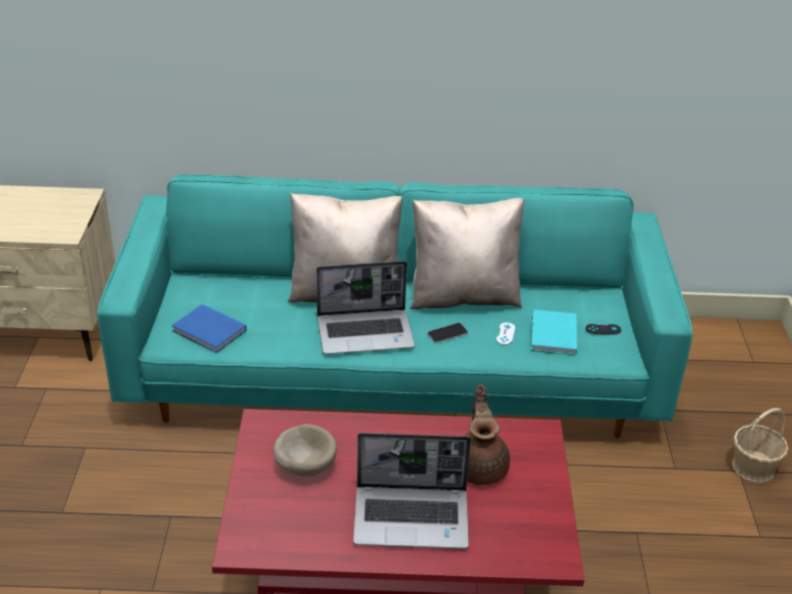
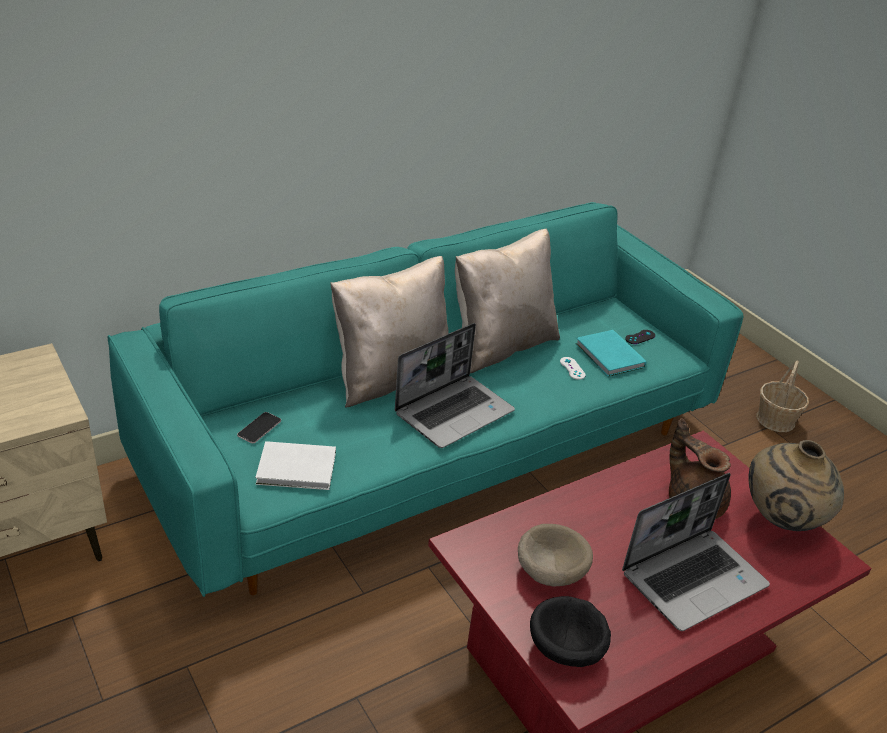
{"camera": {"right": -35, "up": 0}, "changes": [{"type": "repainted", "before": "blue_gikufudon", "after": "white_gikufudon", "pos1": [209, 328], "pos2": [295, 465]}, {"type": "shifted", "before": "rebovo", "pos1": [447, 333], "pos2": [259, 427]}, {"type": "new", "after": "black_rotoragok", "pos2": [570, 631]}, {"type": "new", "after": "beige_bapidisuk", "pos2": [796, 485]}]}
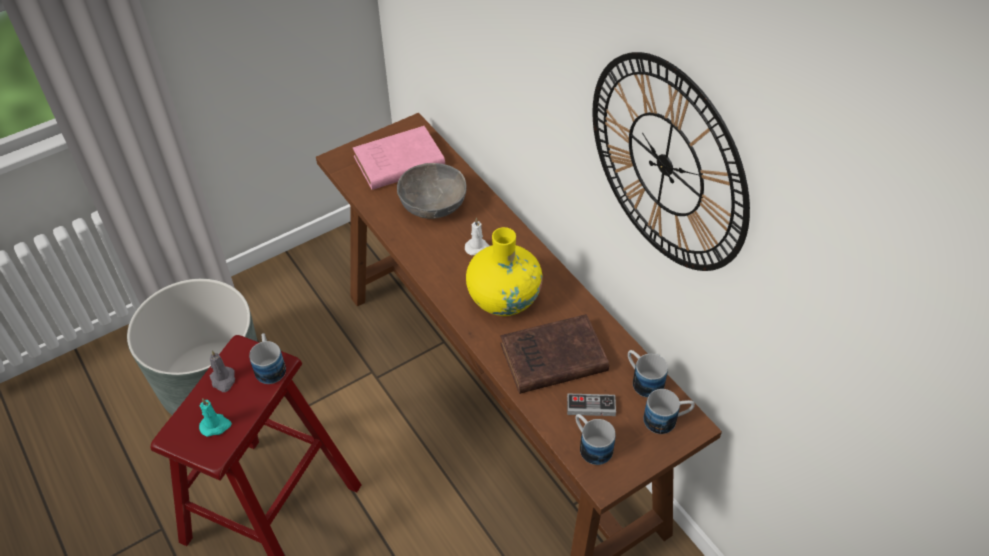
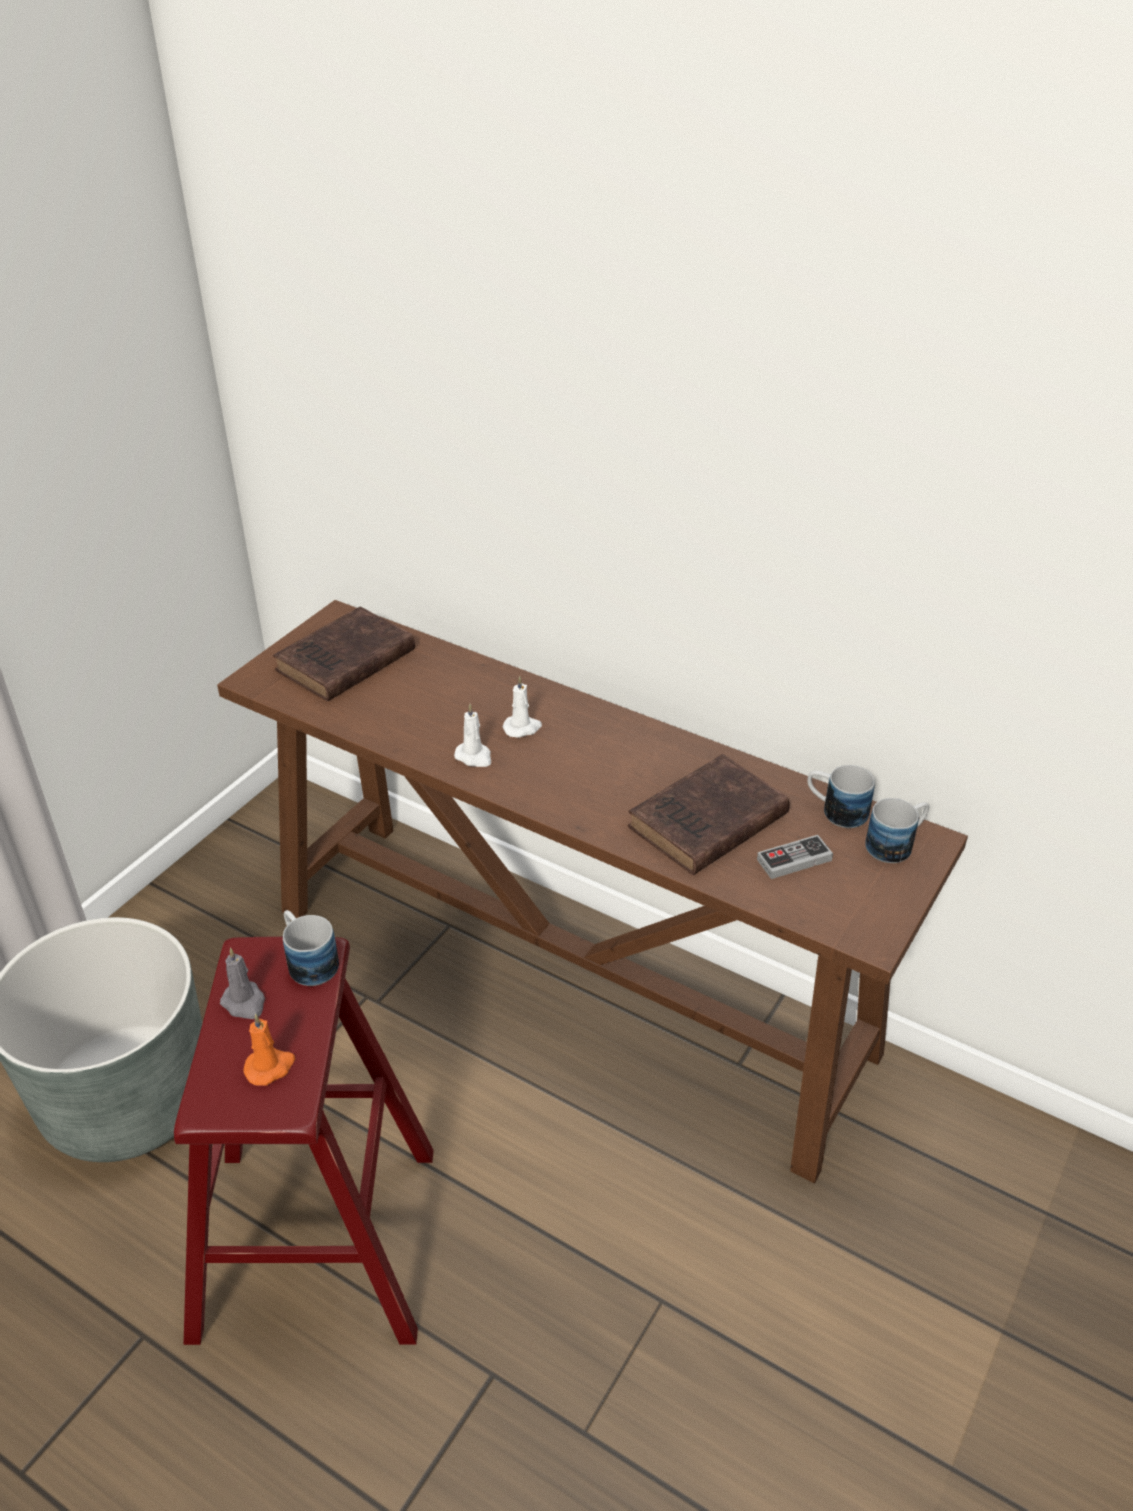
{"camera": {"right": -25, "up": -10}, "changes": [{"type": "repainted", "before": "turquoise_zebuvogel", "after": "orange_zebuvogel", "pos1": [215, 417], "pos2": [269, 1050]}, {"type": "repainted", "before": "pink_gikufudon", "after": "brown_gikufudon", "pos1": [399, 158], "pos2": [344, 654]}, {"type": "gone", "before": "grey_rotoragok", "pos1": [432, 191]}, {"type": "gone", "before": "yellow_bapidisuk", "pos1": [504, 271]}, {"type": "gone", "before": "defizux", "pos1": [596, 439]}, {"type": "gone", "before": "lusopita", "pos1": [671, 161]}, {"type": "new", "after": "white_zebuvogel", "pos2": [472, 735]}]}
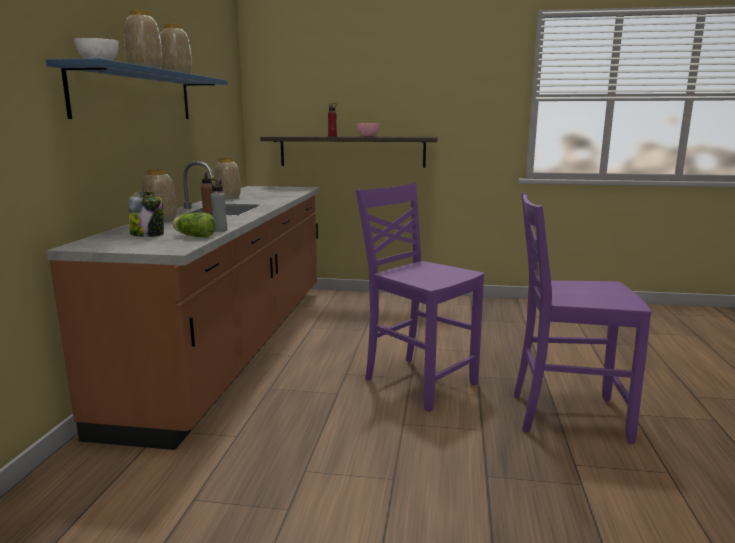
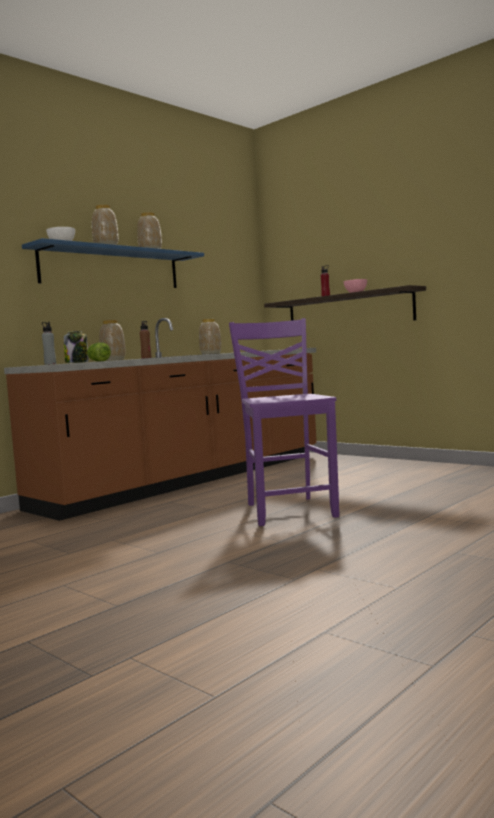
{"camera": {"right": 35, "up": -10}, "changes": [{"type": "shifted", "before": "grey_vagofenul", "pos1": [218, 205], "pos2": [49, 343]}, {"type": "gone", "before": "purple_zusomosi", "pos1": [582, 318]}]}
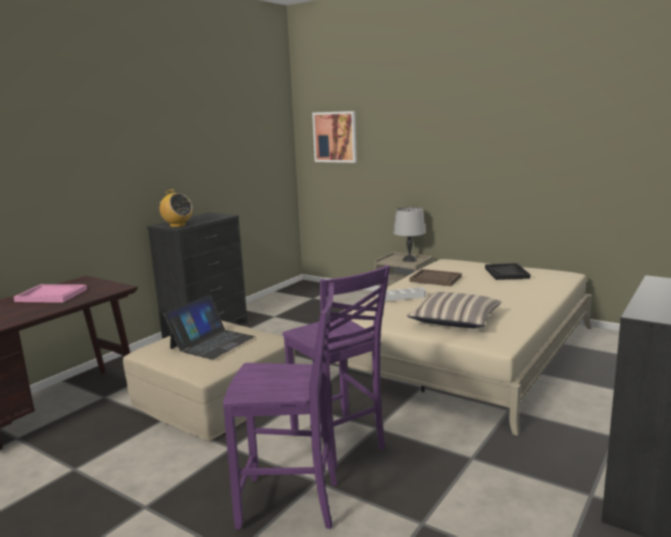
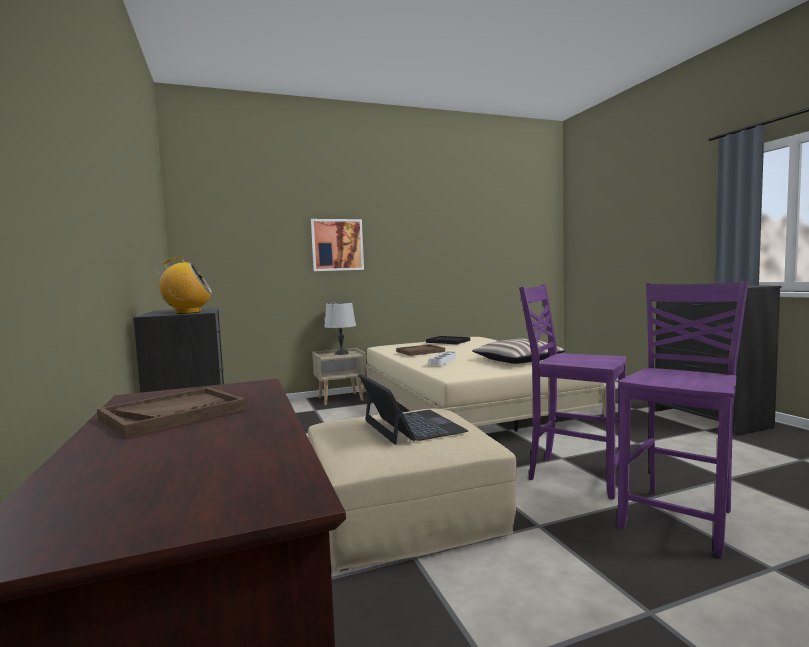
{"camera": {"right": -55, "up": -10}, "changes": [{"type": "repainted", "before": "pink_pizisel", "after": "brown_pizisel", "pos1": [50, 293], "pos2": [172, 412]}, {"type": "rotated", "before": "purple_zusomosi", "pos1": [336, 367], "pos2": [572, 392], "turn": -150}, {"type": "shifted", "before": "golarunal", "pos1": [334, 137], "pos2": [337, 245]}]}
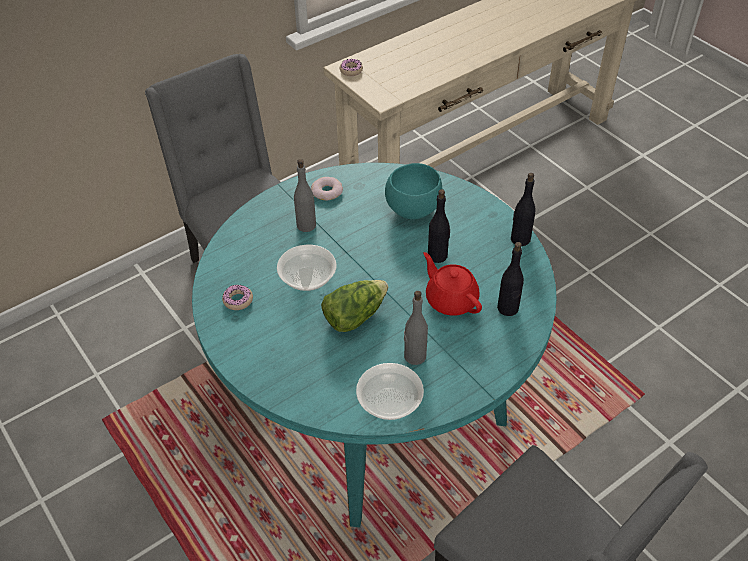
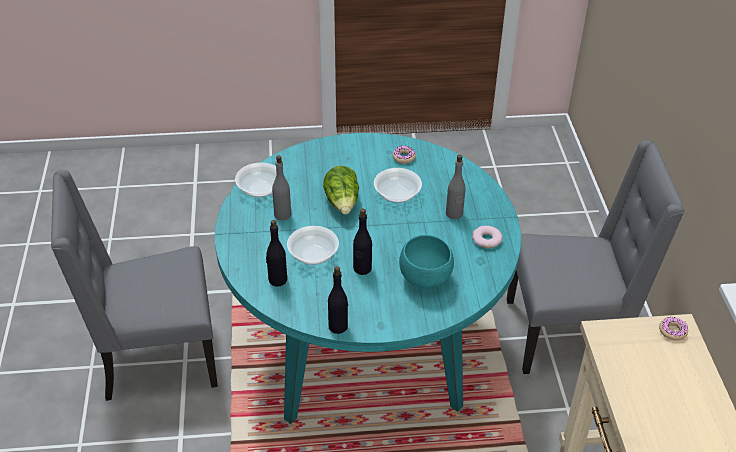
{"camera": {"right": 120, "up": -5}, "changes": [{"type": "swapped", "before": "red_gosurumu", "after": "rotoragok", "pos1": [452, 283], "pos2": [313, 245]}]}
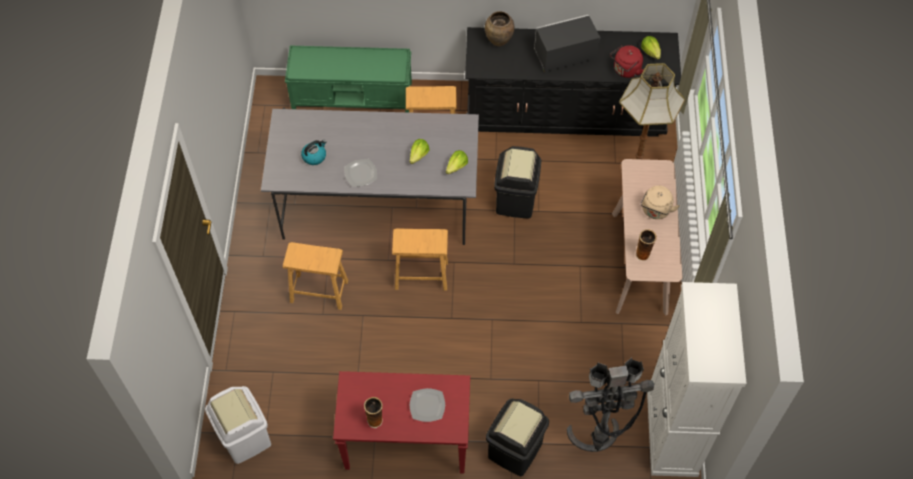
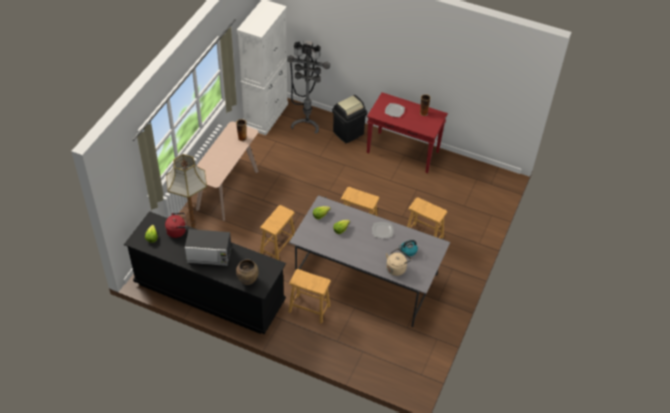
{"camera": {"right": -160, "up": -10}, "changes": [{"type": "gone", "before": "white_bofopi", "pos1": [238, 425]}, {"type": "gone", "before": "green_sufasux", "pos1": [348, 78]}, {"type": "swapped", "before": "black_bofopi", "after": "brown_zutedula", "pos1": [517, 182], "pos2": [277, 232]}, {"type": "shifted", "before": "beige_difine", "pos1": [660, 202], "pos2": [399, 262]}]}
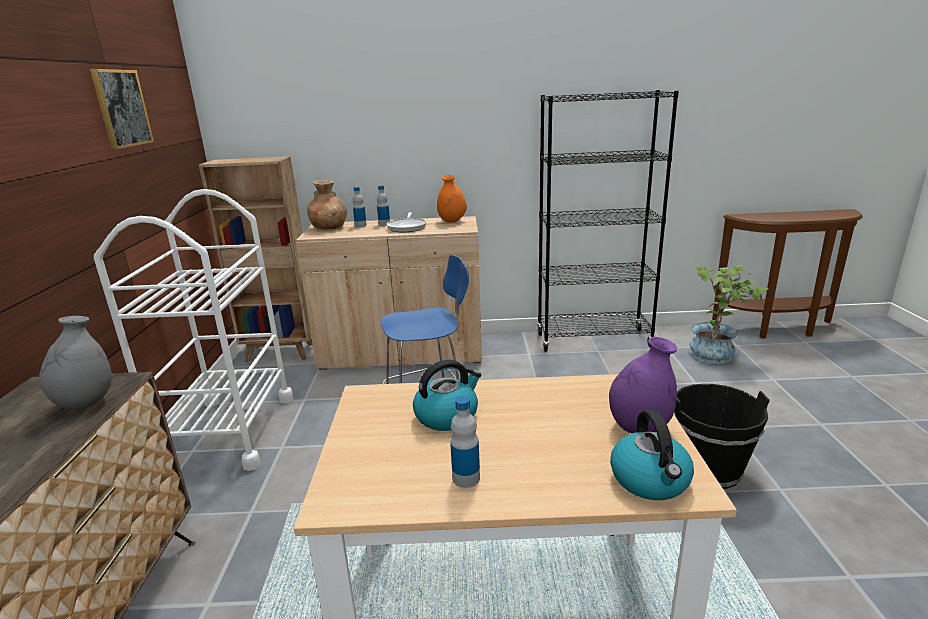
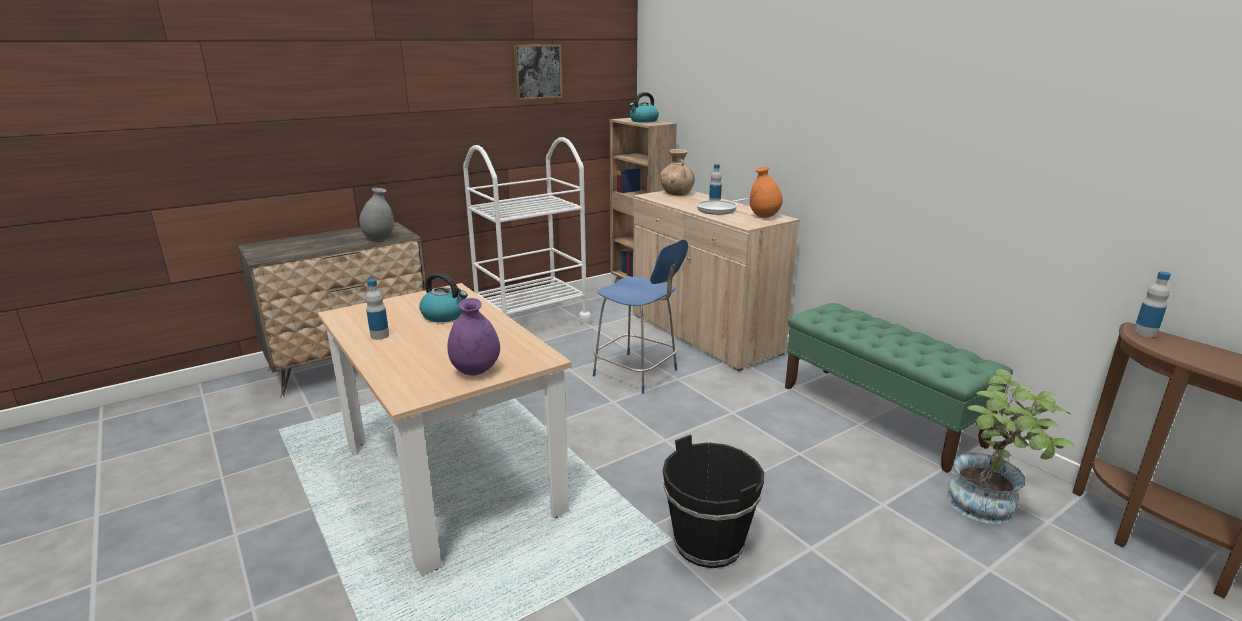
{"camera": {"right": 55, "up": 0}, "changes": [{"type": "shifted", "before": "vagofenul", "pos1": [360, 207], "pos2": [1152, 304]}, {"type": "swapped", "before": "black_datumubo", "after": "green_sufasux", "pos1": [608, 221], "pos2": [899, 388]}, {"type": "shifted", "before": "difine", "pos1": [652, 454], "pos2": [644, 107]}]}
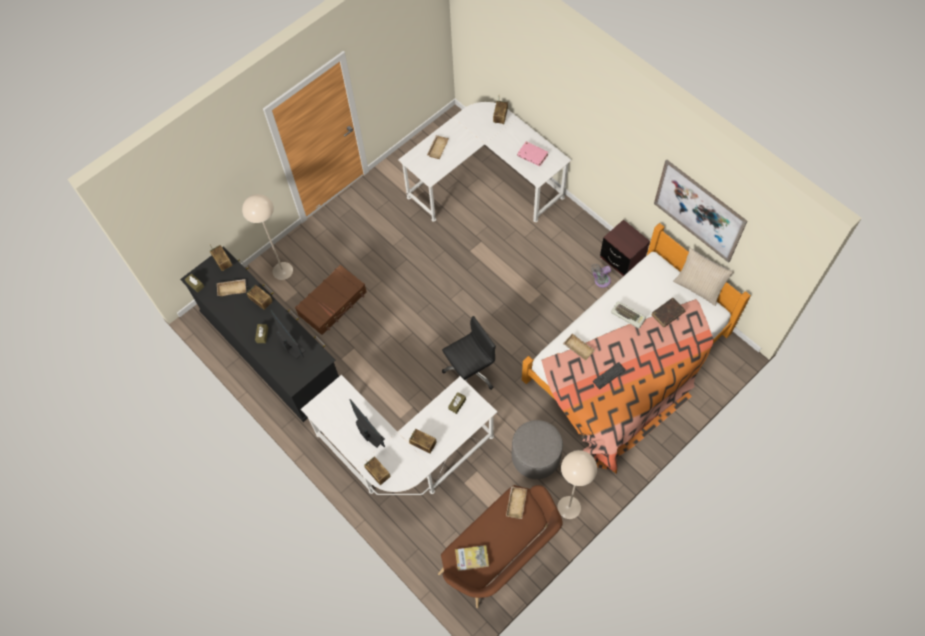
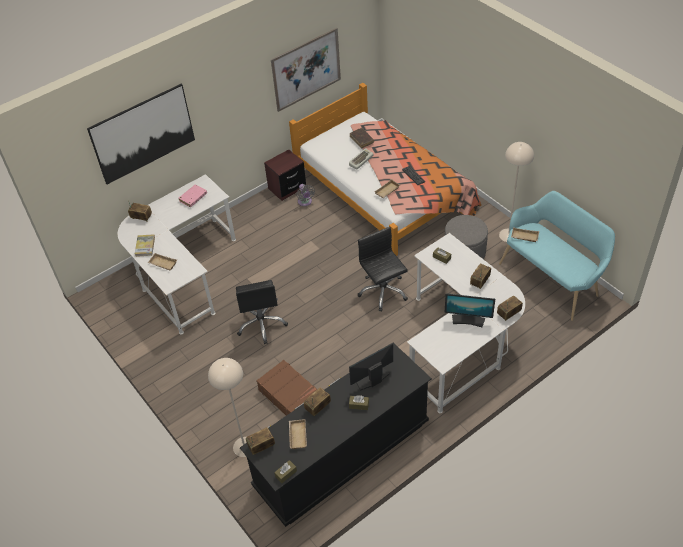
{"camera": {"right": -85, "up": -15}, "changes": [{"type": "rotated", "before": "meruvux", "pos1": [367, 423], "pos2": [469, 310], "turn": -135}, {"type": "repainted", "before": "brown_sufasux", "after": "turquoise_sufasux", "pos1": [500, 546], "pos2": [557, 256]}, {"type": "shifted", "before": "gikufudon", "pos1": [472, 558], "pos2": [145, 245]}, {"type": "gone", "before": "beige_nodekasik", "pos1": [703, 277]}, {"type": "new", "after": "golarunal", "pos2": [141, 134]}, {"type": "new", "after": "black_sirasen", "pos2": [262, 312]}]}
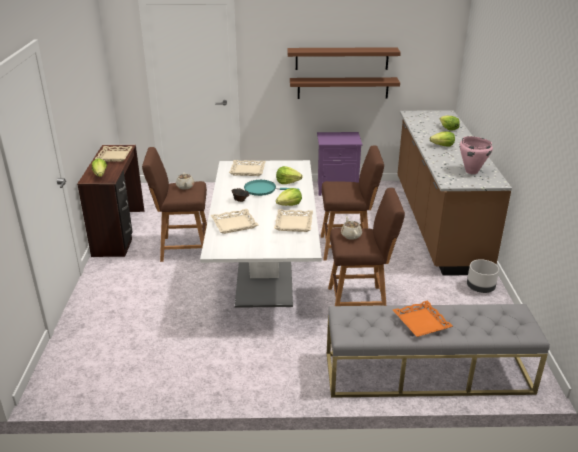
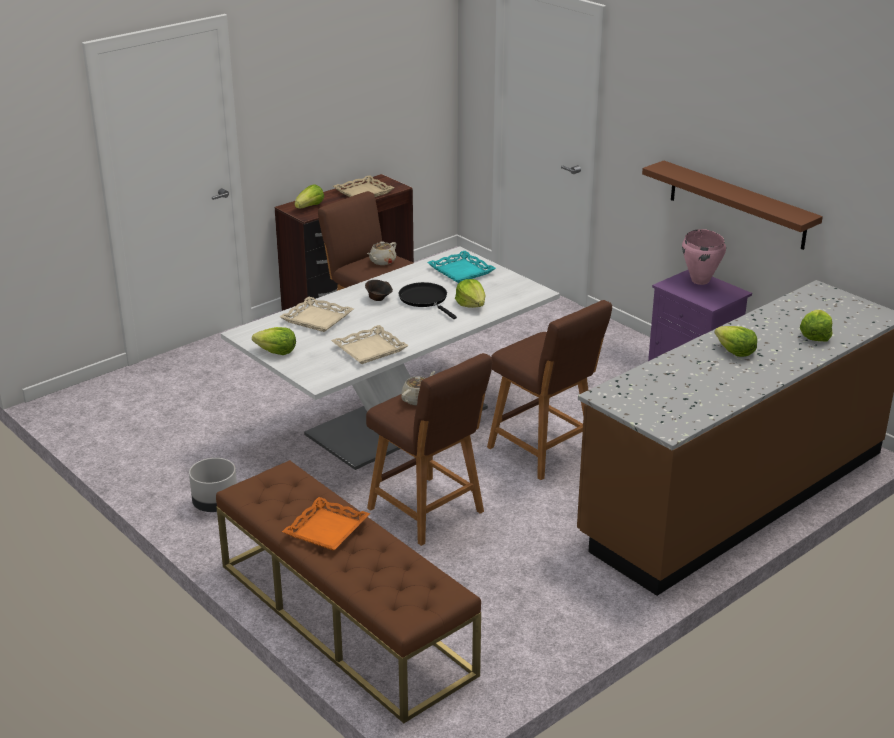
{"camera": {"right": 50, "up": 0}, "changes": [{"type": "repainted", "before": "beige_pizisel", "after": "turquoise_pizisel", "pos1": [247, 168], "pos2": [461, 267]}, {"type": "repainted", "before": "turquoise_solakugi", "after": "black_solakugi", "pos1": [271, 188], "pos2": [427, 300]}, {"type": "shifted", "before": "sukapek", "pos1": [289, 197], "pos2": [274, 341]}, {"type": "gone", "before": "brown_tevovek", "pos1": [344, 58]}, {"type": "repainted", "before": "grey_sufasux", "after": "brown_sufasux", "pos1": [438, 351], "pos2": [348, 591]}, {"type": "shifted", "before": "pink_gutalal", "pos1": [476, 155], "pos2": [704, 257]}, {"type": "shifted", "before": "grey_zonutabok", "pos1": [483, 276], "pos2": [213, 485]}]}
